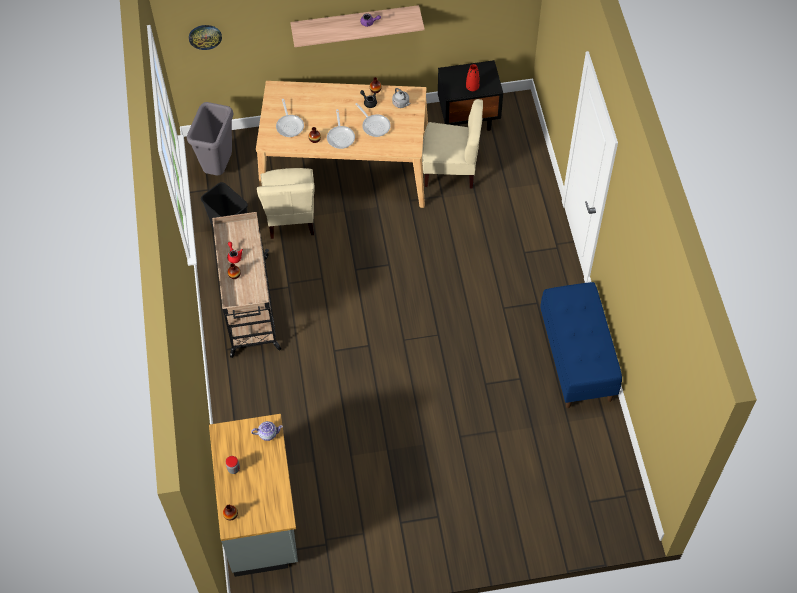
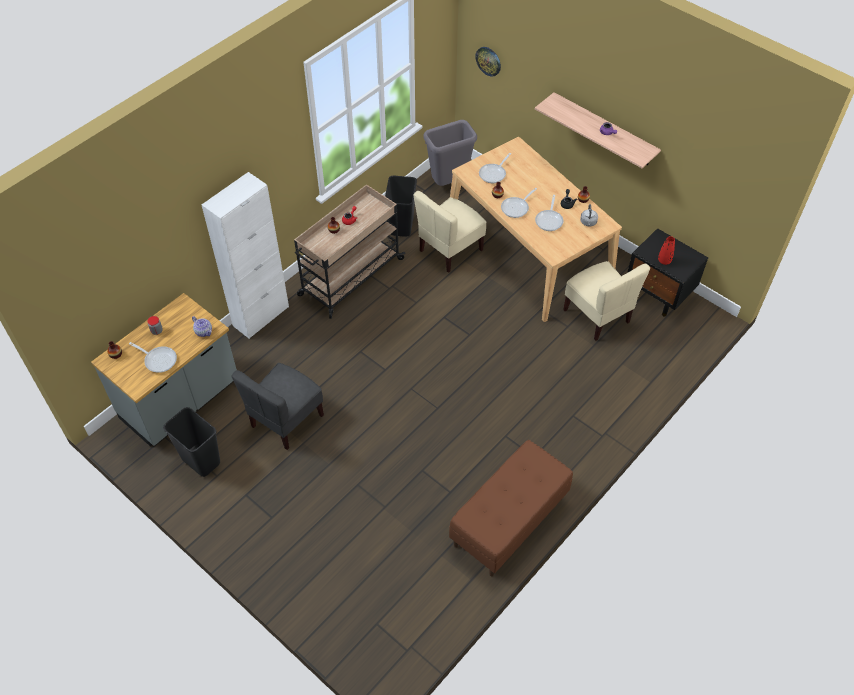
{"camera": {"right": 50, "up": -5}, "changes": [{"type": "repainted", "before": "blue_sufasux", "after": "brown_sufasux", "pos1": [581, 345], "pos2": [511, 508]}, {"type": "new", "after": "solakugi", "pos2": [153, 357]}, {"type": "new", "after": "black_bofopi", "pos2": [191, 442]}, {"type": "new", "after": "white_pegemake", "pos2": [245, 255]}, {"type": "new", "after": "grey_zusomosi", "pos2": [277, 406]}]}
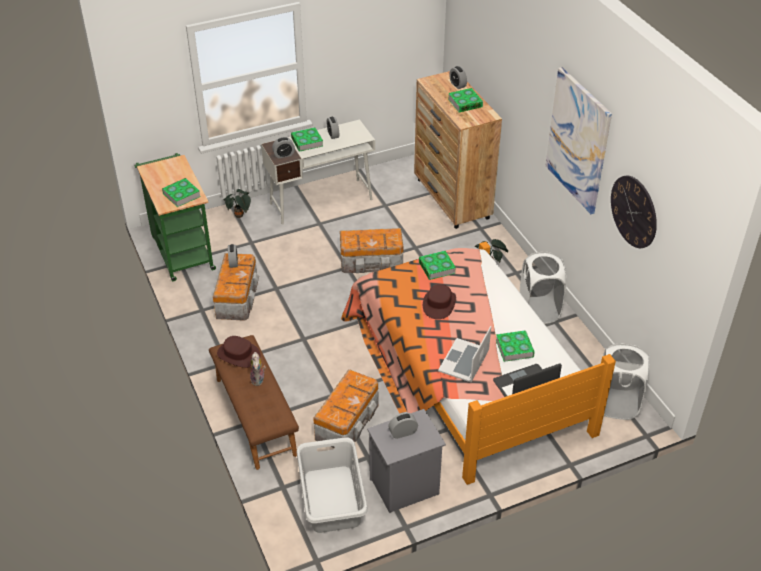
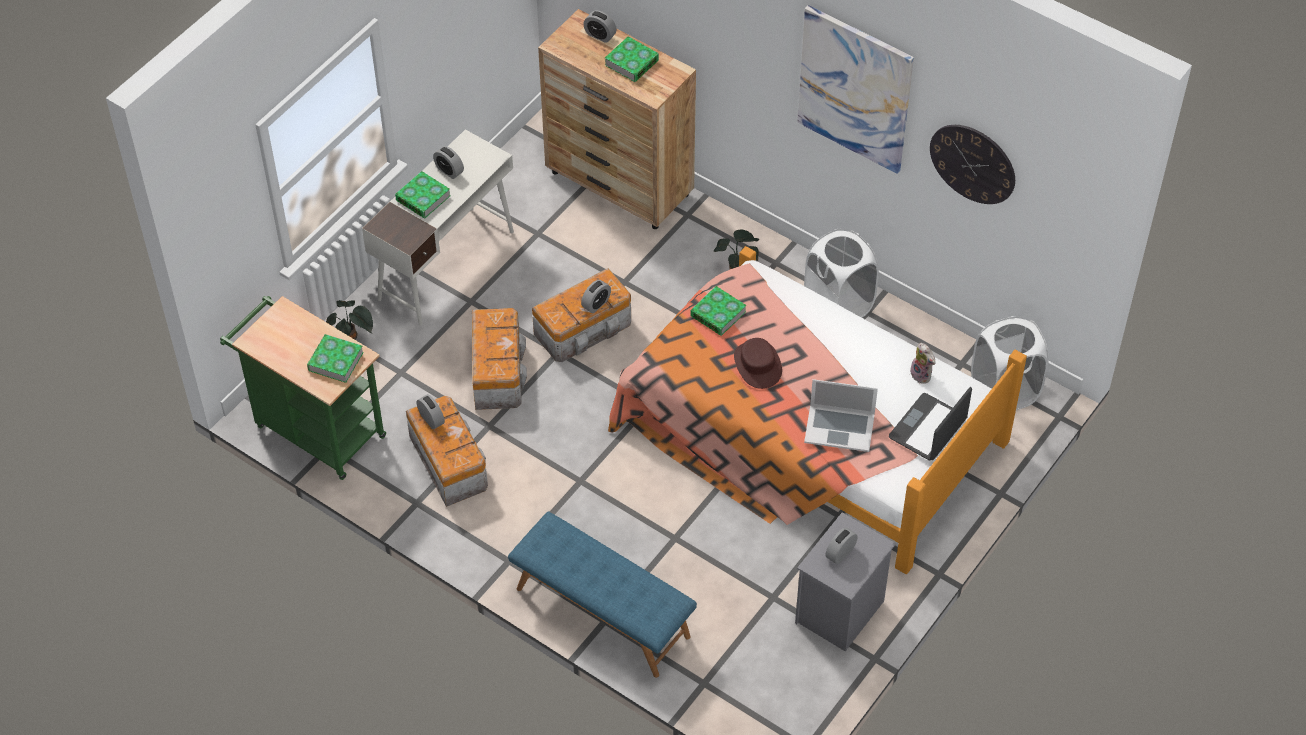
{"camera": {"right": -30, "up": 10}, "changes": [{"type": "repainted", "before": "brown_sufasux", "after": "blue_sufasux", "pos1": [254, 402], "pos2": [602, 595]}, {"type": "gone", "before": "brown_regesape", "pos1": [239, 352]}, {"type": "shifted", "before": "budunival", "pos1": [258, 369], "pos2": [923, 363]}, {"type": "shifted", "before": "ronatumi", "pos1": [283, 147], "pos2": [596, 296]}, {"type": "gone", "before": "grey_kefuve", "pos1": [332, 485]}, {"type": "shifted", "before": "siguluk", "pos1": [345, 408], "pos2": [499, 359]}, {"type": "rotated", "before": "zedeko", "pos1": [464, 354], "pos2": [841, 415], "turn": -75}, {"type": "gone", "before": "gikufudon", "pos1": [515, 346]}]}
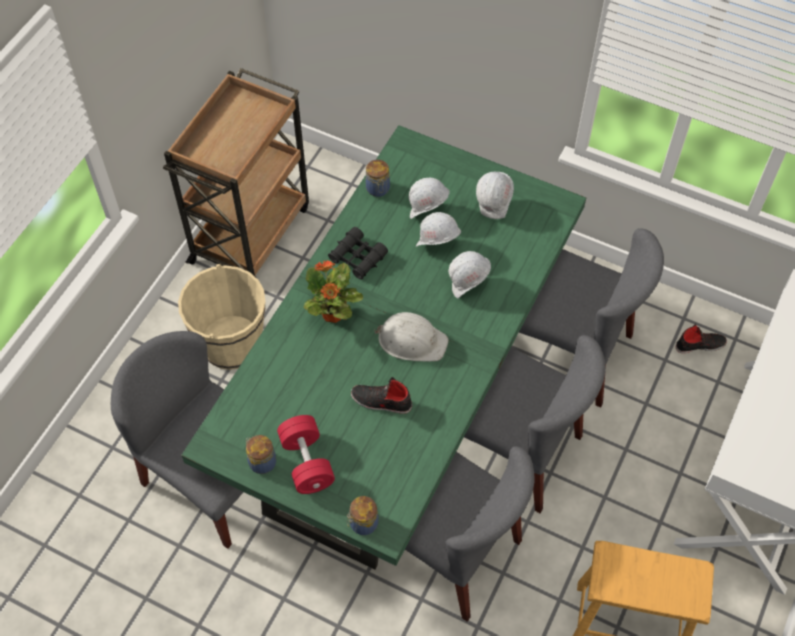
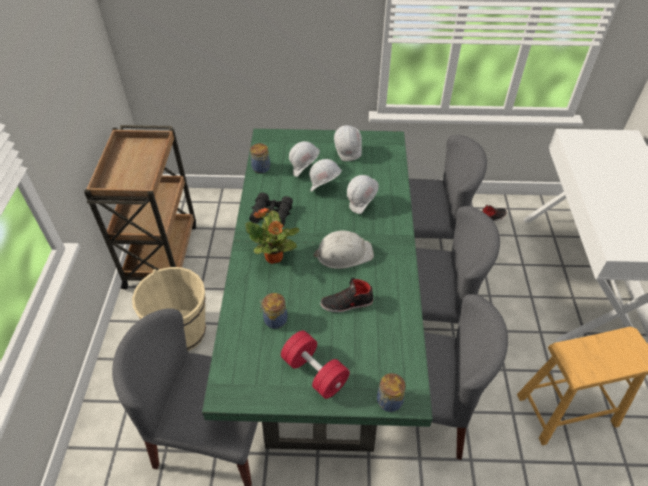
{"camera": {"right": -25, "up": -10}, "changes": [{"type": "shifted", "before": "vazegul", "pos1": [261, 454], "pos2": [273, 311]}]}
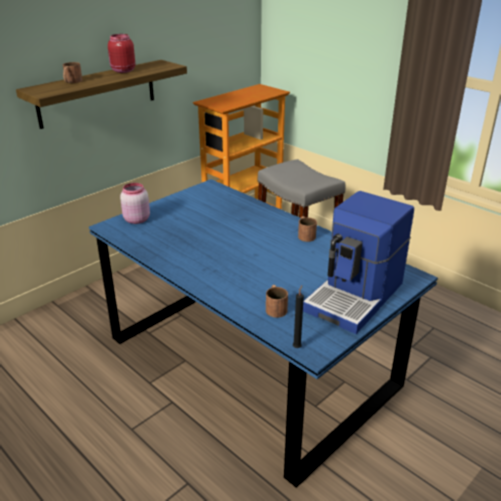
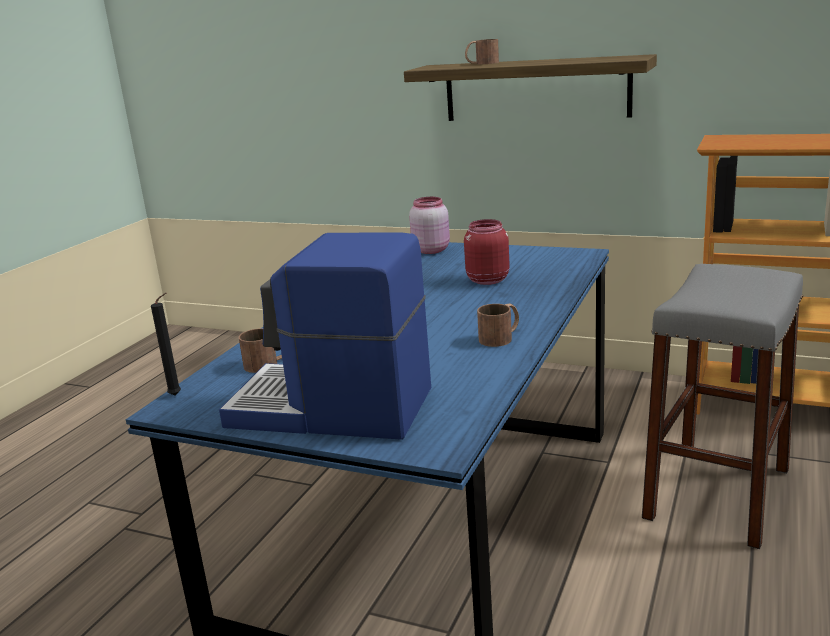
{"camera": {"right": 70, "up": -10}, "changes": [{"type": "shifted", "before": "red_vazegul", "pos1": [121, 53], "pos2": [487, 252]}]}
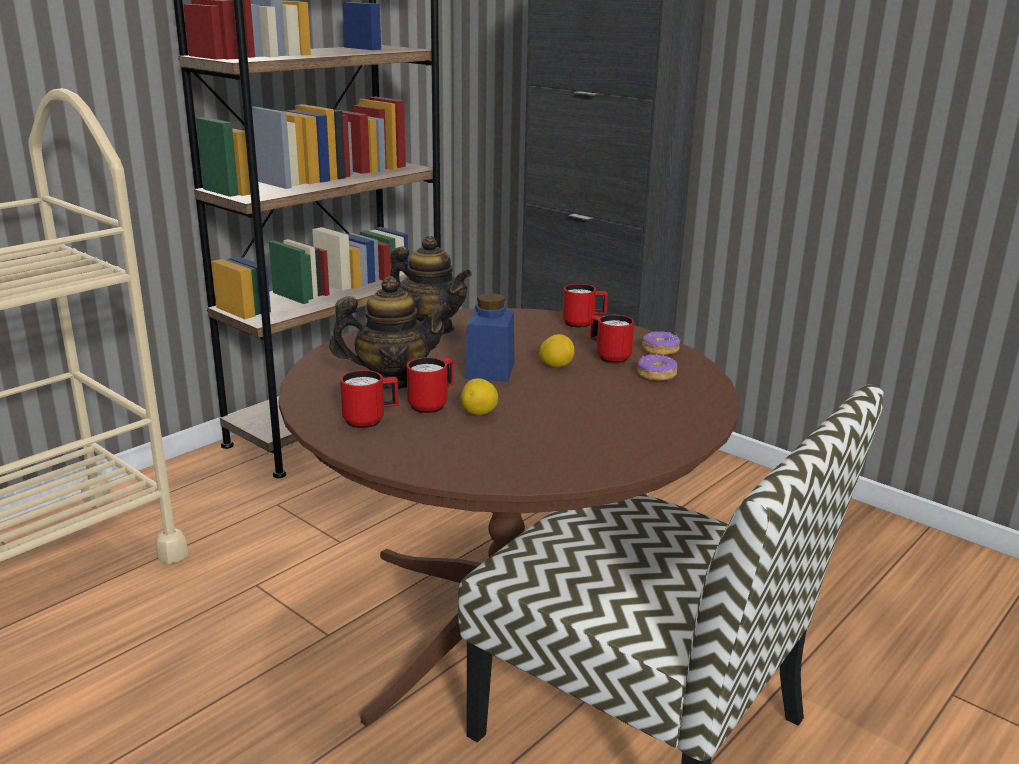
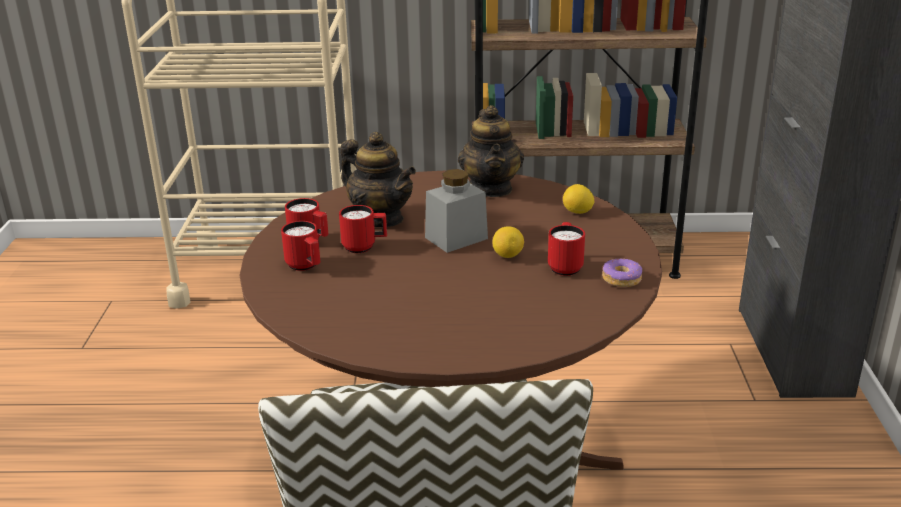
{"camera": {"right": 50, "up": 5}, "changes": [{"type": "shifted", "before": "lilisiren", "pos1": [479, 396], "pos2": [578, 199]}, {"type": "repainted", "before": "blue_vazegul", "after": "grey_vazegul", "pos1": [489, 337], "pos2": [456, 211]}, {"type": "shifted", "before": "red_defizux", "pos1": [585, 306], "pos2": [300, 246]}, {"type": "gone", "before": "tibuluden", "pos1": [657, 367]}]}
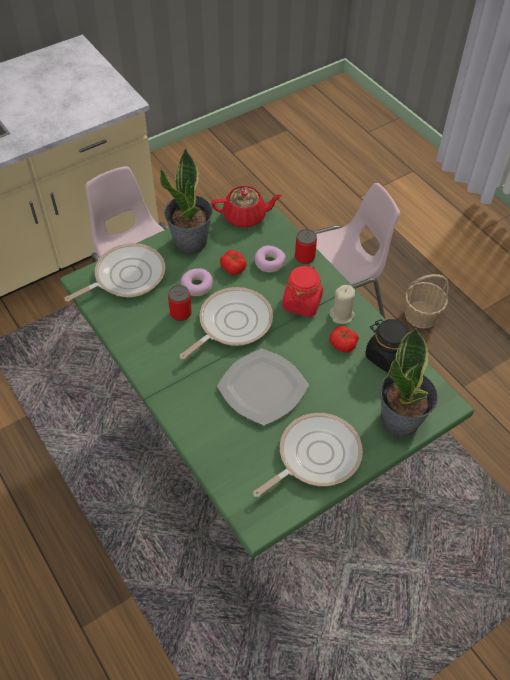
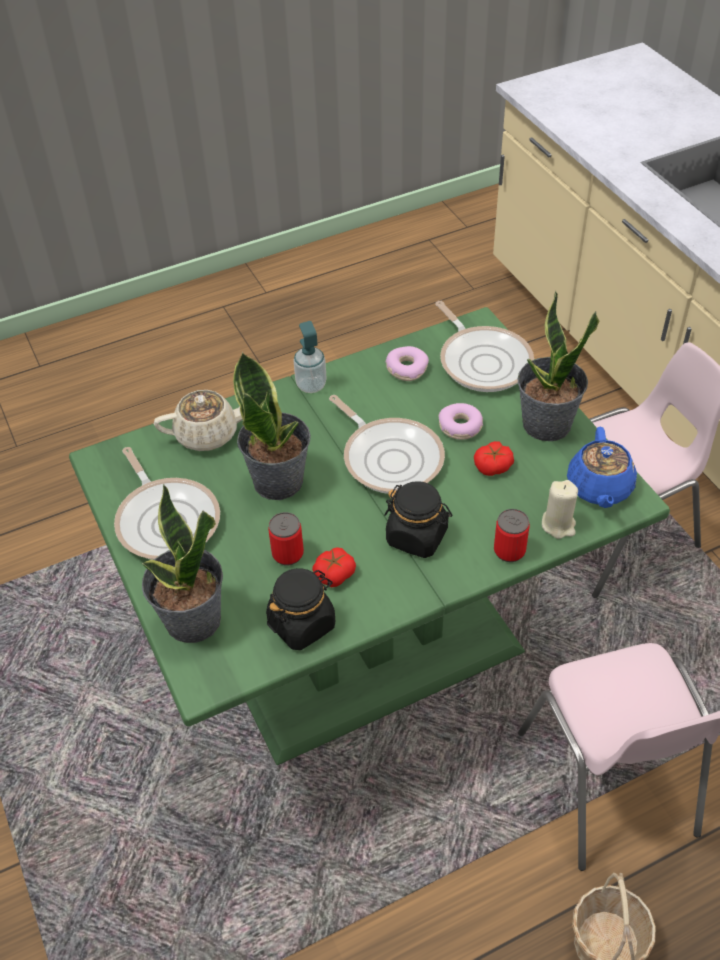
{"camera": {"right": 100, "up": -5}, "changes": [{"type": "shifted", "before": "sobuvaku", "pos1": [180, 303], "pos2": [286, 539]}, {"type": "repainted", "before": "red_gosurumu", "after": "blue_gosurumu", "pos1": [246, 207], "pos2": [602, 467]}, {"type": "swapped", "before": "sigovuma", "after": "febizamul", "pos1": [263, 386], "pos2": [272, 426]}, {"type": "shifted", "before": "tibuluden", "pos1": [270, 259], "pos2": [407, 363]}, {"type": "repainted", "before": "red_vazegul", "after": "black_vazegul", "pos1": [302, 290], "pos2": [418, 519]}, {"type": "shifted", "before": "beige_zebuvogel", "pos1": [342, 304], "pos2": [560, 509]}, {"type": "new", "after": "beige_gosurumu", "pos2": [198, 420]}, {"type": "new", "after": "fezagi", "pos2": [310, 357]}]}
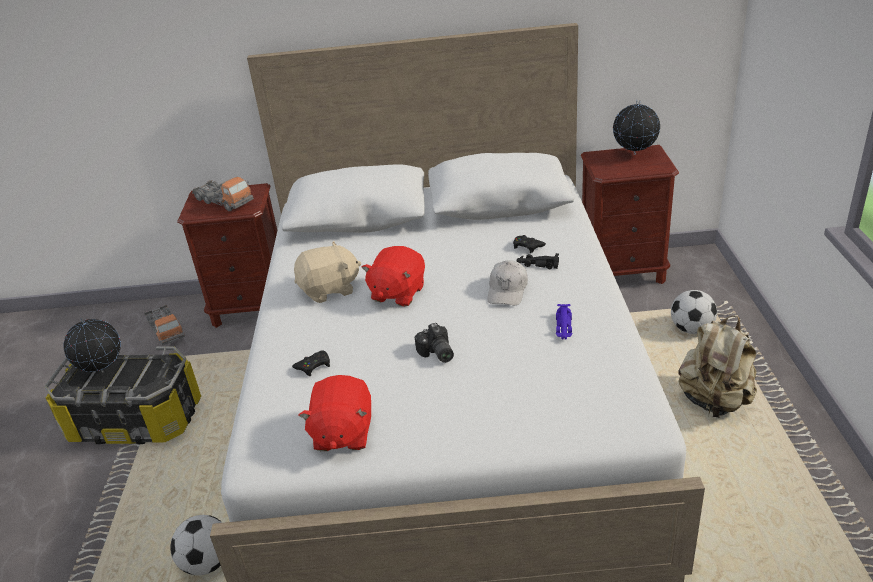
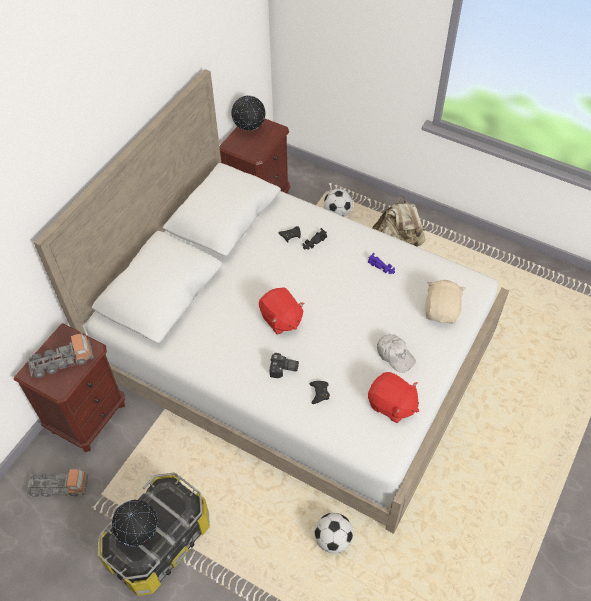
{"camera": {"right": -60, "up": 20}, "changes": [{"type": "shifted", "before": "beige_budunival", "pos1": [327, 272], "pos2": [445, 301]}, {"type": "shifted", "before": "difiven", "pos1": [434, 343], "pos2": [284, 365]}, {"type": "shifted", "before": "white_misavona", "pos1": [508, 282], "pos2": [396, 353]}]}
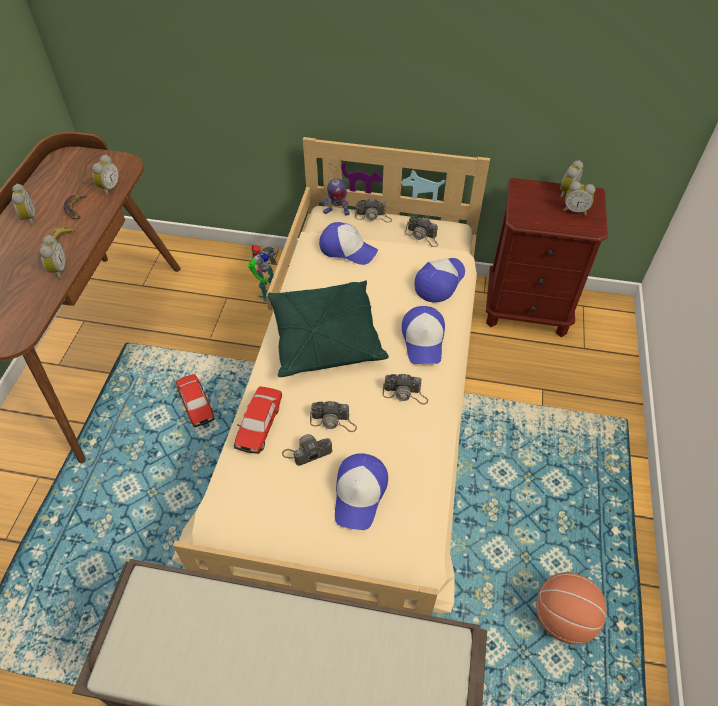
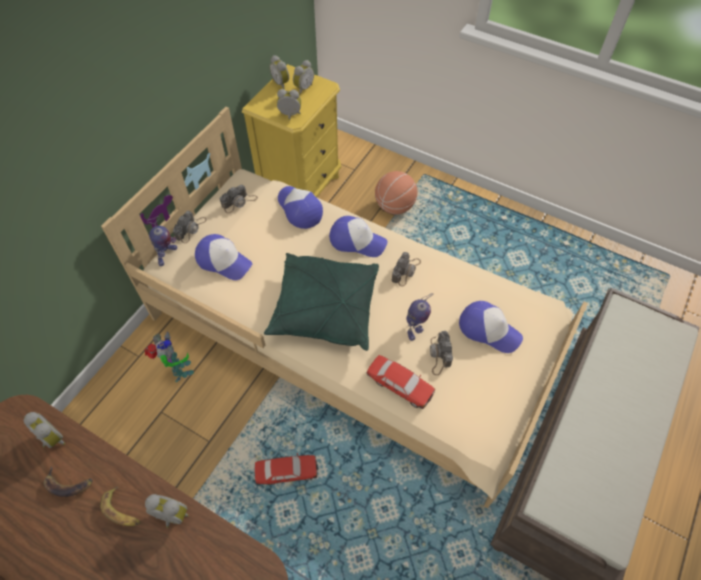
{"camera": {"right": -70, "up": 5}, "changes": [{"type": "shifted", "before": "ronatumi", "pos1": [23, 204], "pos2": [289, 104]}, {"type": "swapped", "before": "difiven", "after": "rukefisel", "pos1": [333, 416], "pos2": [420, 317]}, {"type": "rotated", "before": "misavona", "pos1": [348, 243], "pos2": [223, 257], "turn": 75}, {"type": "repainted", "before": "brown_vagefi", "after": "yellow_vagefi", "pos1": [547, 257], "pos2": [291, 130]}, {"type": "shifted", "before": "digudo", "pos1": [571, 608], "pos2": [396, 193]}]}
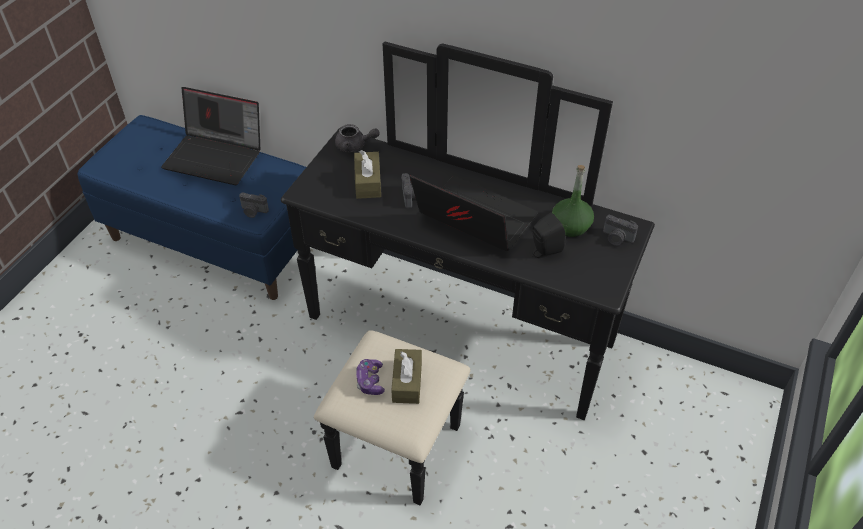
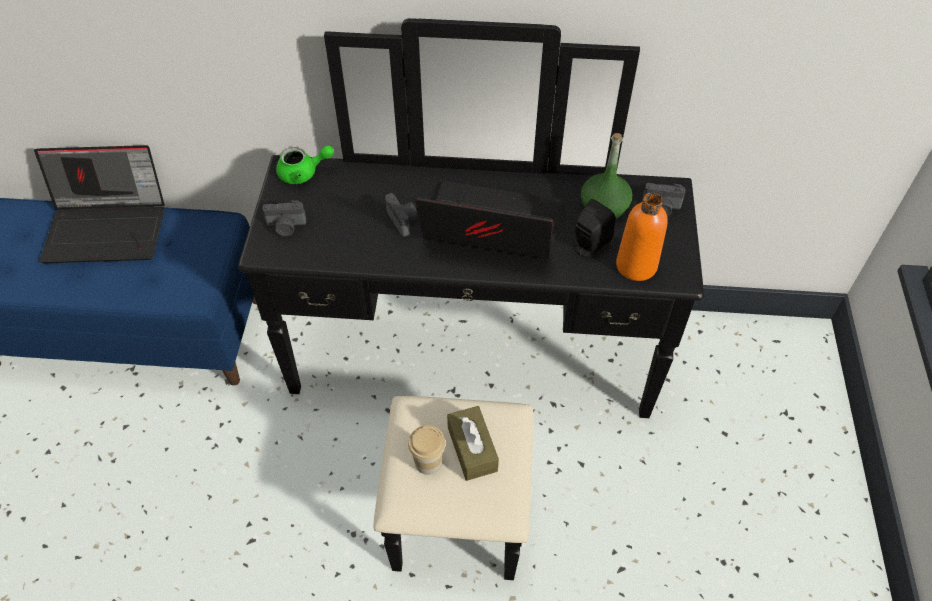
{"camera": {"right": -20, "up": 5}, "changes": [{"type": "shifted", "before": "difiven", "pos1": [254, 205], "pos2": [284, 218]}, {"type": "repainted", "before": "grey_gosurumu", "after": "green_gosurumu", "pos1": [357, 138], "pos2": [305, 164]}, {"type": "gone", "before": "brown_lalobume", "pos1": [367, 174]}, {"type": "swapped", "before": "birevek", "after": "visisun", "pos1": [370, 377], "pos2": [427, 450]}, {"type": "new", "after": "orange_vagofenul", "pos2": [642, 237]}]}
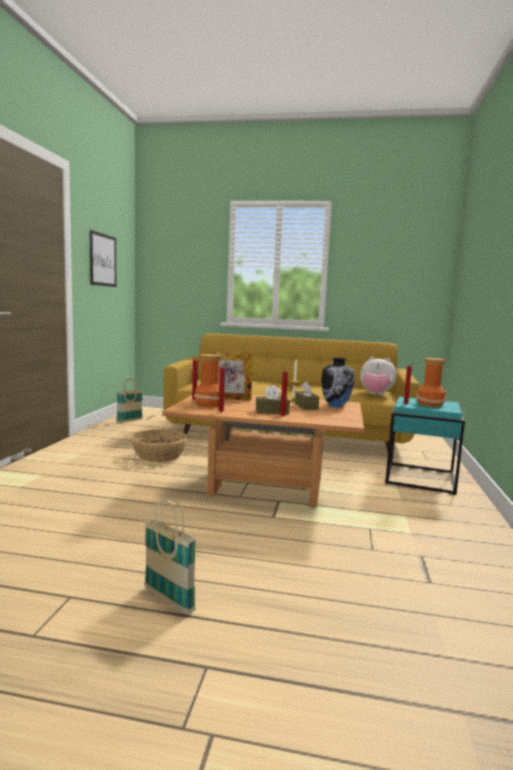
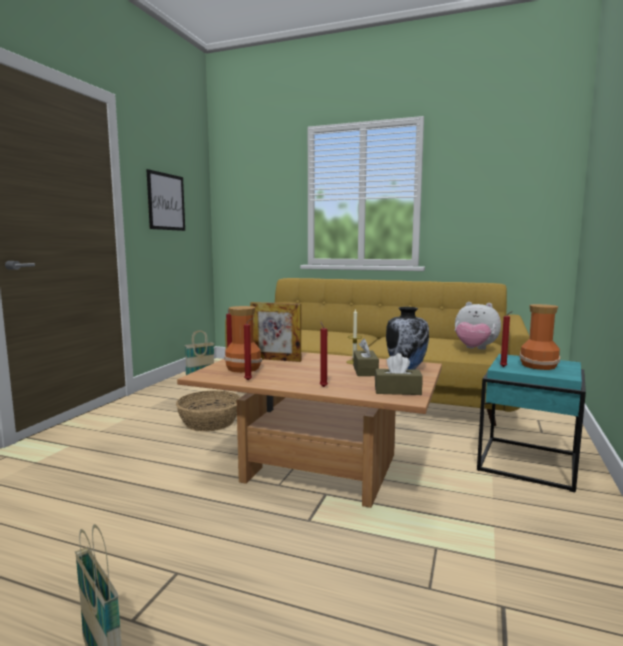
{"camera": {"right": 10, "up": 0}, "changes": [{"type": "shifted", "before": "brown_lalobume", "pos1": [273, 399], "pos2": [399, 374]}]}
